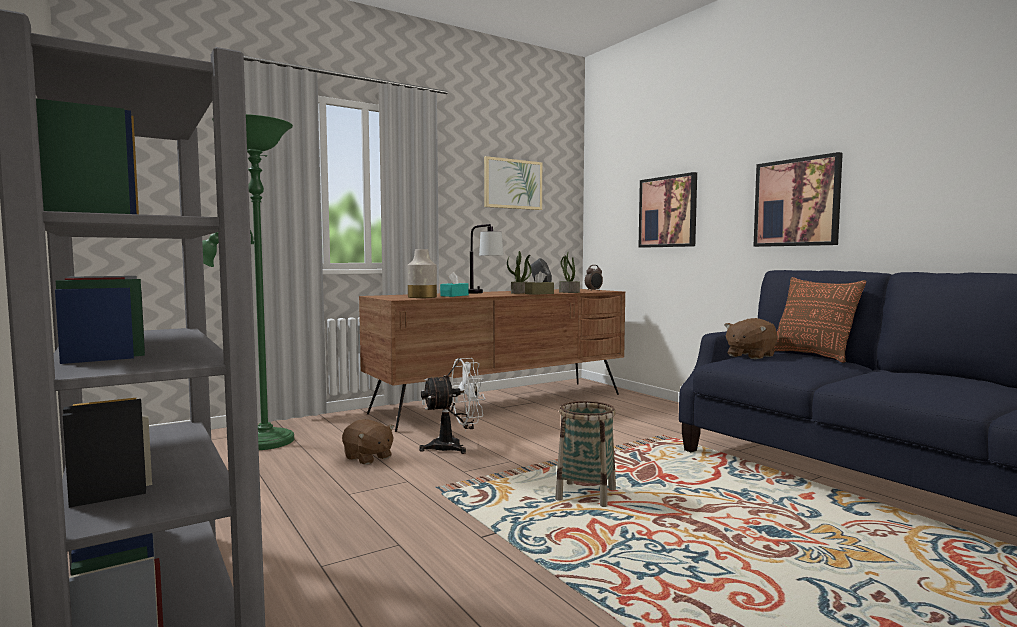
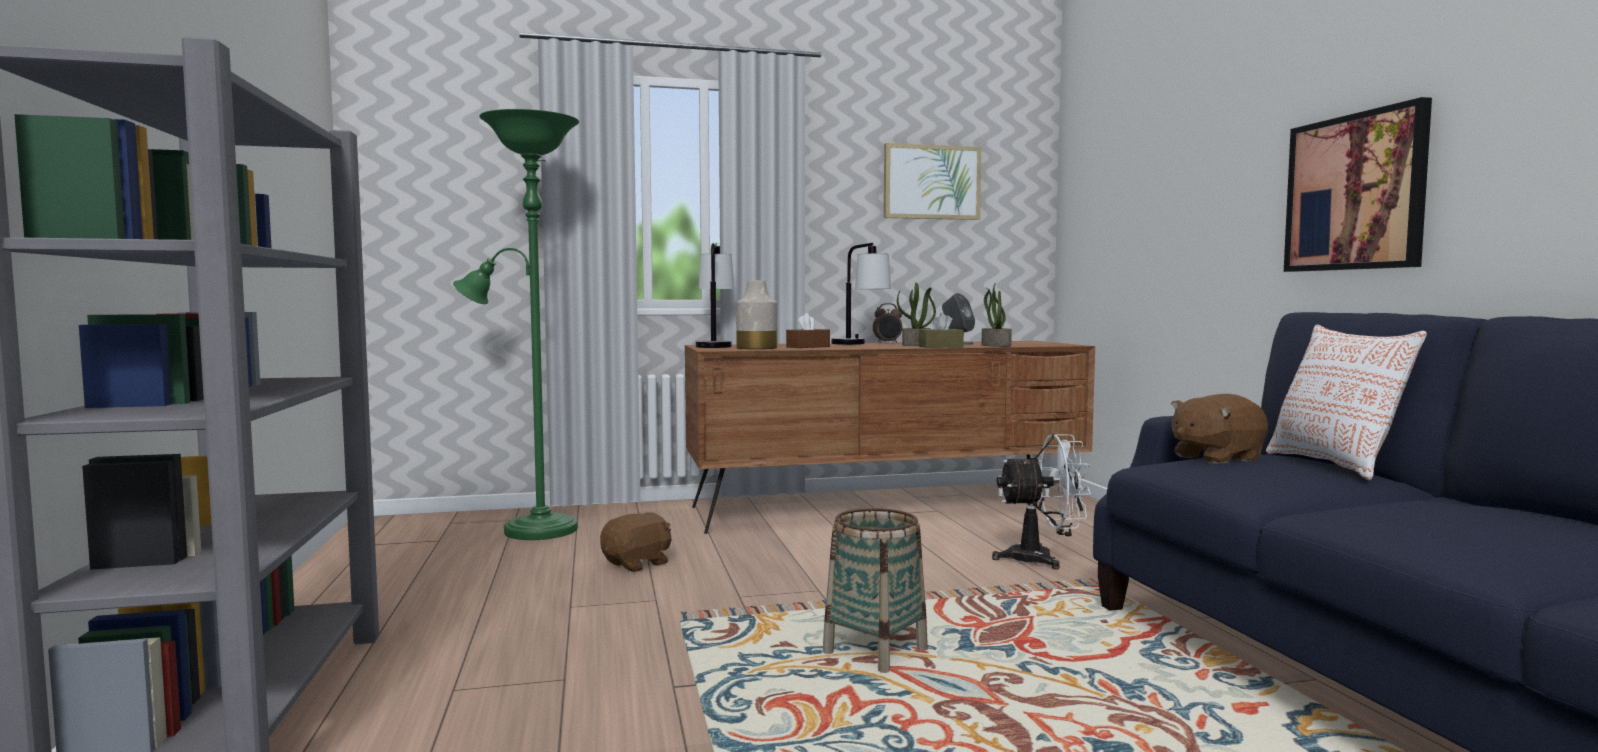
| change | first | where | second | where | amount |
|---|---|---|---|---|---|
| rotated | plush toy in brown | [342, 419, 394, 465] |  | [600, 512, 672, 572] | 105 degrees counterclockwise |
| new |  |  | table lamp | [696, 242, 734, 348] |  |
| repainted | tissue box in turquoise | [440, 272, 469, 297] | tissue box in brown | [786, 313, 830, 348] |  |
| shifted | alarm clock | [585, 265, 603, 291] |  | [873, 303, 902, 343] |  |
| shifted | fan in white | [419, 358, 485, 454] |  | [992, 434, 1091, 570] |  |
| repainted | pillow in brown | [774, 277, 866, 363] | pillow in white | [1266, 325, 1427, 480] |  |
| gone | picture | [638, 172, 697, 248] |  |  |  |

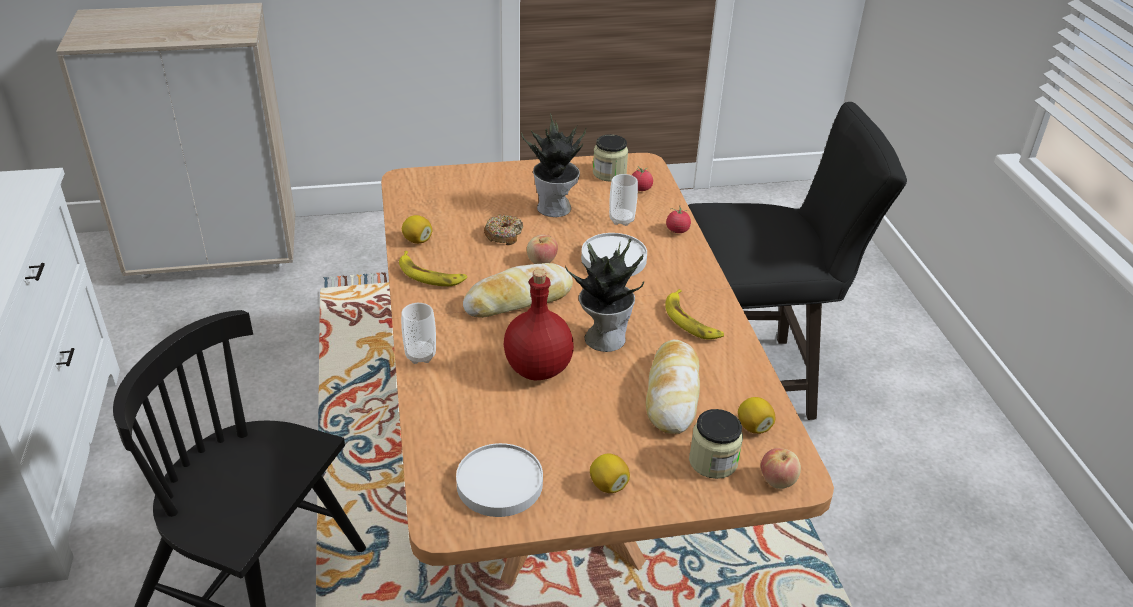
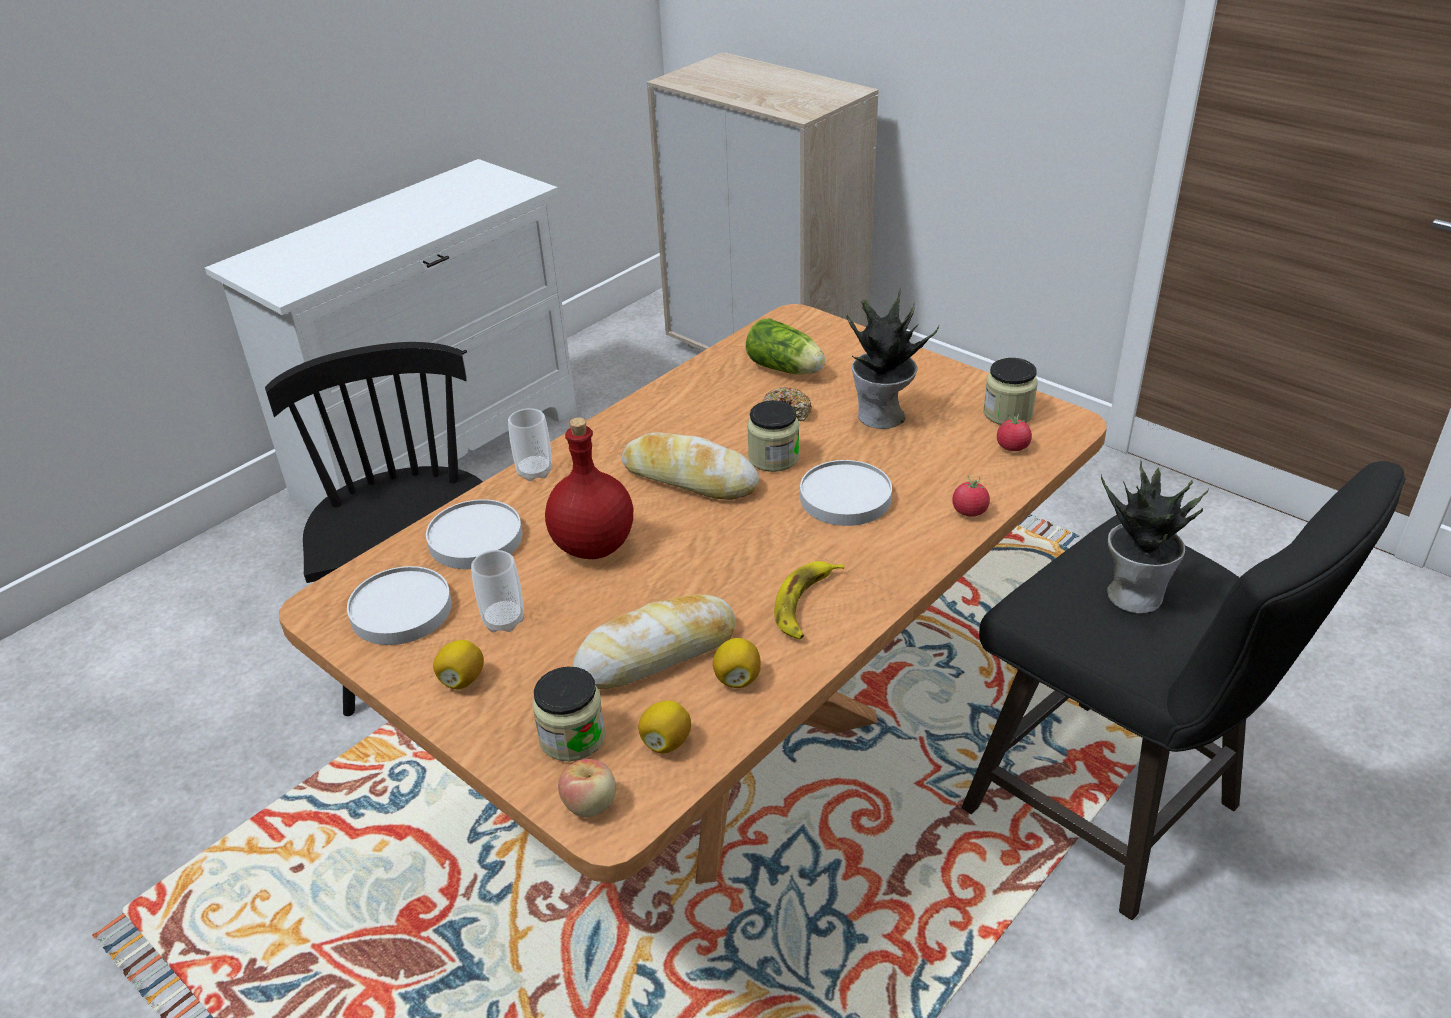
| change | first | where | second | where | amount |
|---|---|---|---|---|---|
| new |  |  | plate in white | [426, 499, 523, 569] |  |
| shifted | cup | [609, 174, 638, 226] |  | [471, 550, 524, 632] |  |
| shifted | lemon | [402, 215, 432, 244] |  | [713, 638, 761, 688] |  |
| new |  |  | lettuce | [746, 319, 825, 374] |  |
| swapped | apple | [527, 234, 558, 264] | jar | [747, 400, 799, 472] |  |
| shifted | potted plant | [565, 239, 644, 352] |  | [1101, 461, 1209, 613] |  |
| gone | banana | [399, 251, 467, 286] |  |  |  |

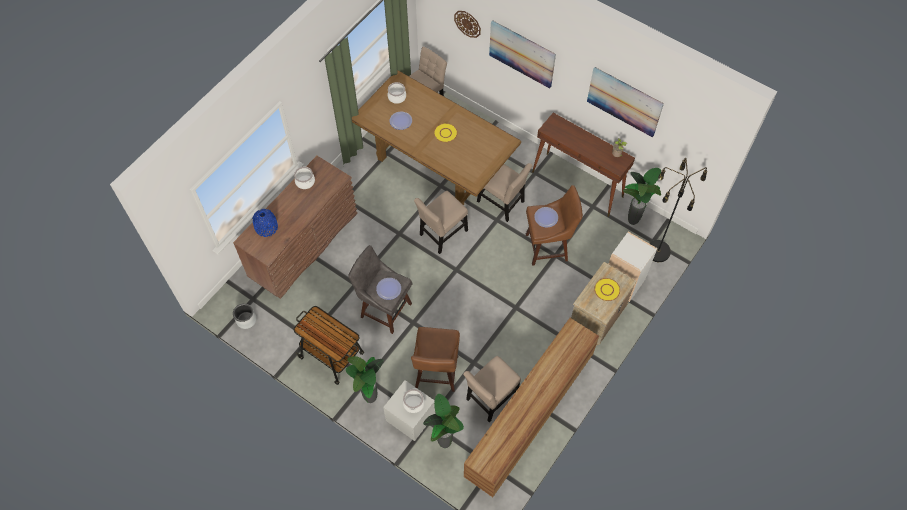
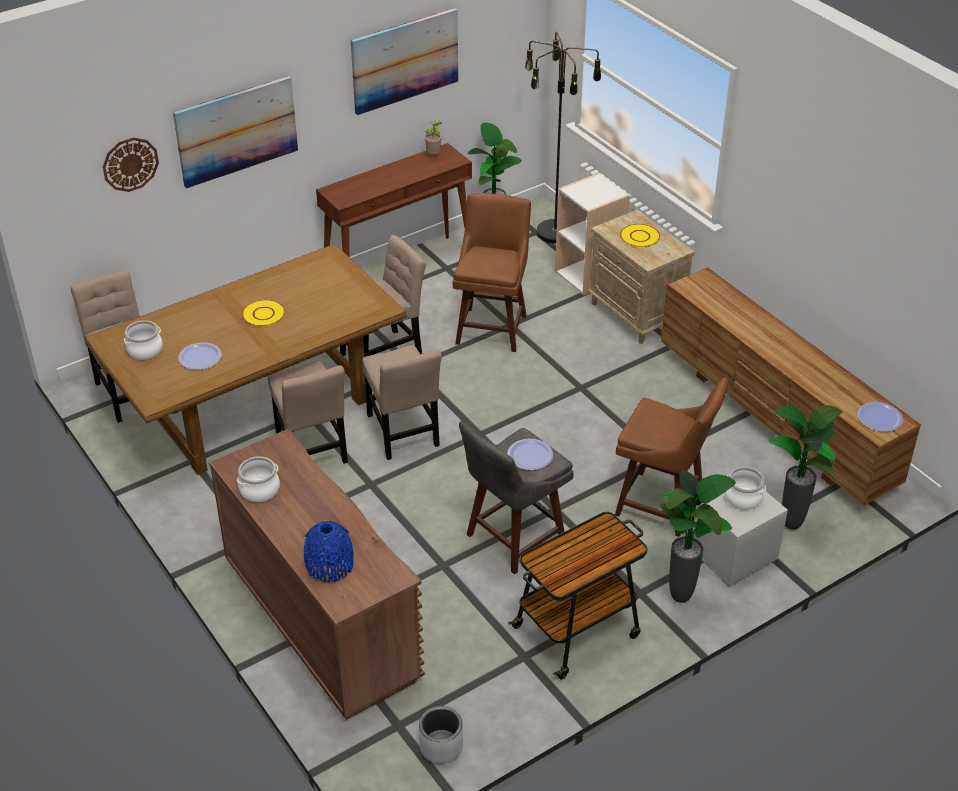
| change | first | where | second | where | amount |
|---|---|---|---|---|---|
| shifted | chair in beige | [463, 356, 521, 422] |  | [268, 361, 348, 464] |  |
| shifted | plate | [534, 207, 558, 228] |  | [858, 402, 903, 432] |  |

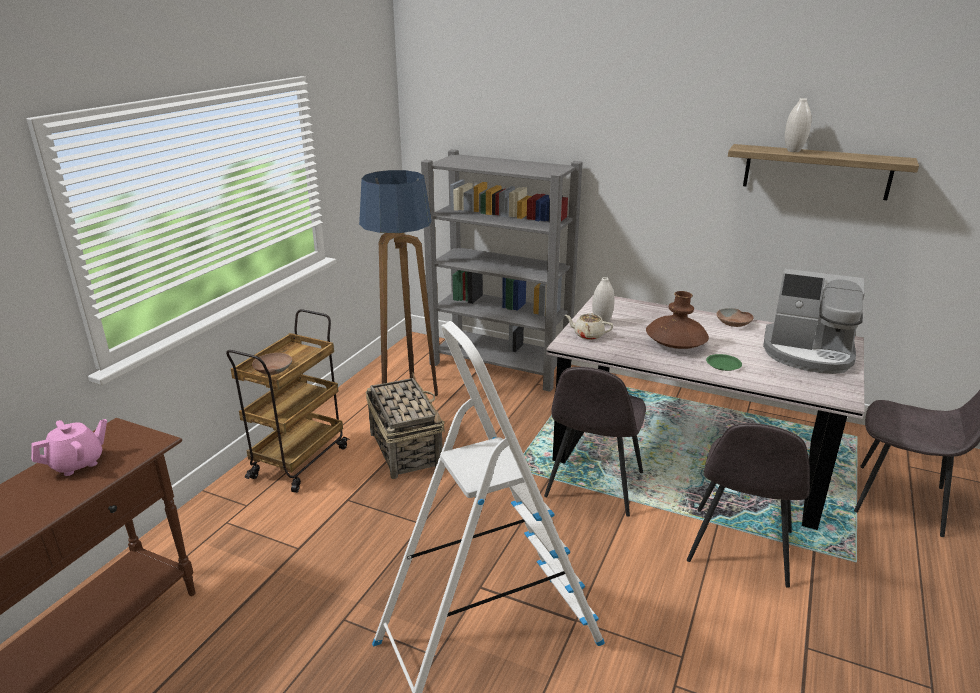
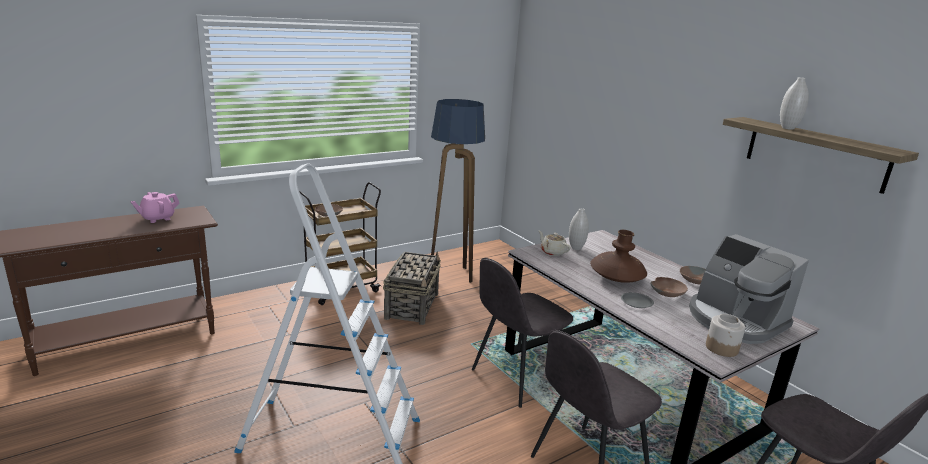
| change | first | where | second | where | amount |
|---|---|---|---|---|---|
| rotated | teapot in pink | [31, 419, 107, 476] |  | [131, 192, 180, 223] | 150 degrees clockwise |
| repainted | plate in green | [706, 354, 742, 371] | plate in grey | [621, 292, 654, 308] |  |
| new |  |  | bowl in brown | [650, 277, 688, 297] |  |
| new |  |  | jar | [706, 314, 745, 357] |  |
| gone | bookcase in grey | [421, 149, 582, 392] |  |  |  |

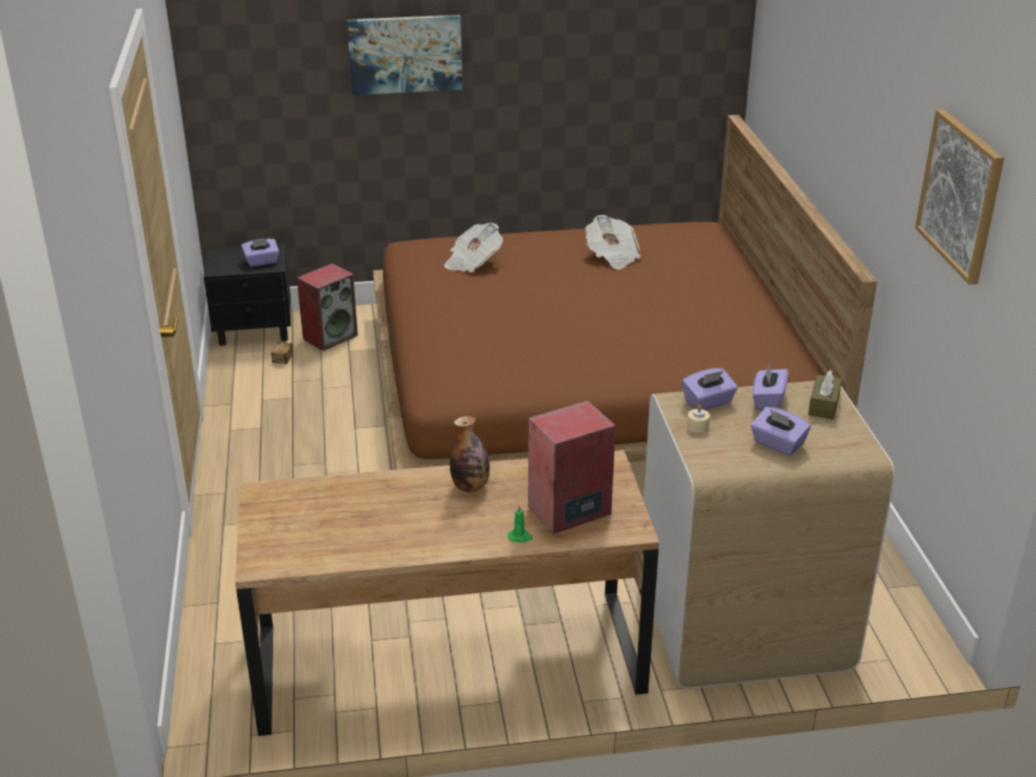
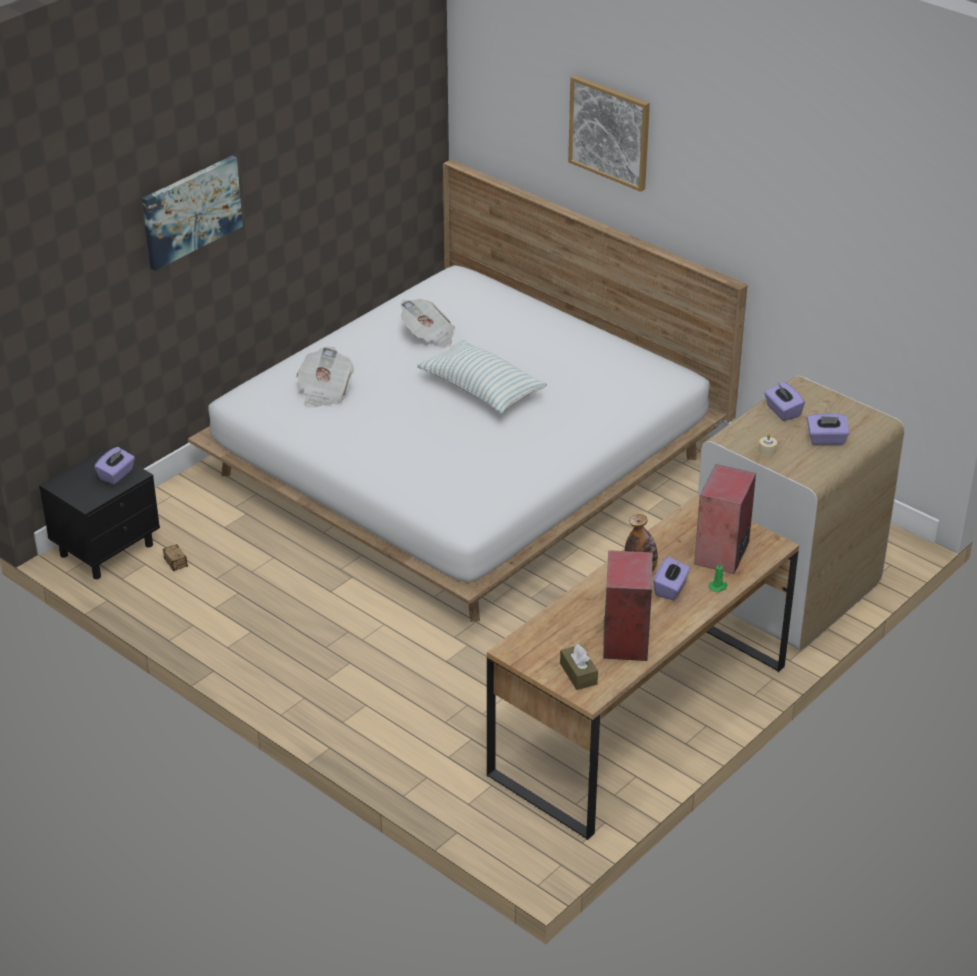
| change | first | where | second | where | amount |
|---|---|---|---|---|---|
| repainted | bed in brown | [373, 115, 877, 470] | bed in white | [188, 159, 747, 622] |  |
| new |  |  | pillow | [417, 339, 547, 414] |  |
| shifted | tissue box in brown | [808, 370, 842, 419] |  | [560, 644, 598, 690] |  |
| shifted | picture | [915, 109, 1004, 285] |  | [568, 75, 650, 192] |  |
| shifted | speaker | [297, 264, 358, 351] |  | [603, 550, 653, 661] |  |
| shifted | tissue box in purple | [682, 368, 738, 410] |  | [653, 557, 690, 600] |  |

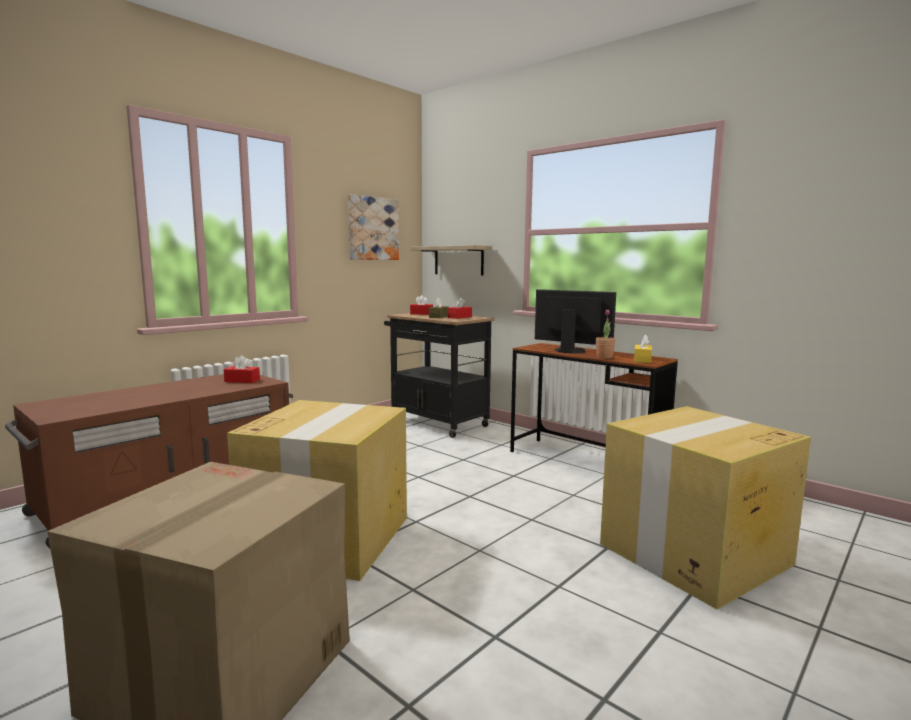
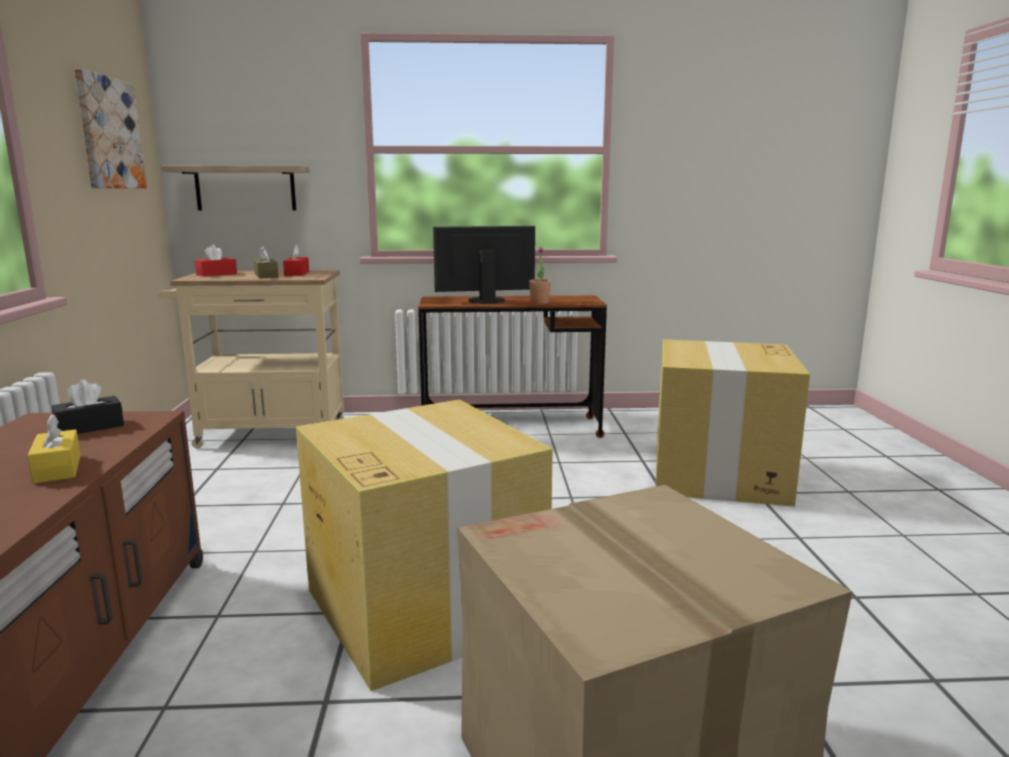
| change | first | where | second | where | amount |
|---|---|---|---|---|---|
| shifted | tissue box in yellow | [634, 335, 652, 363] |  | [27, 414, 81, 484] |  |
| repainted | tissue box in red | [224, 355, 260, 383] | tissue box in black | [52, 380, 124, 434] |  |
| repainted | cart in black | [384, 313, 495, 438] | cart in beige | [159, 270, 344, 449] |  |

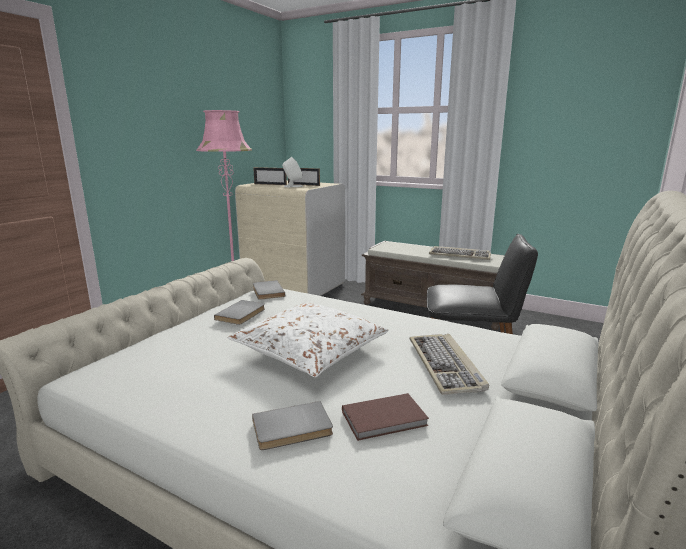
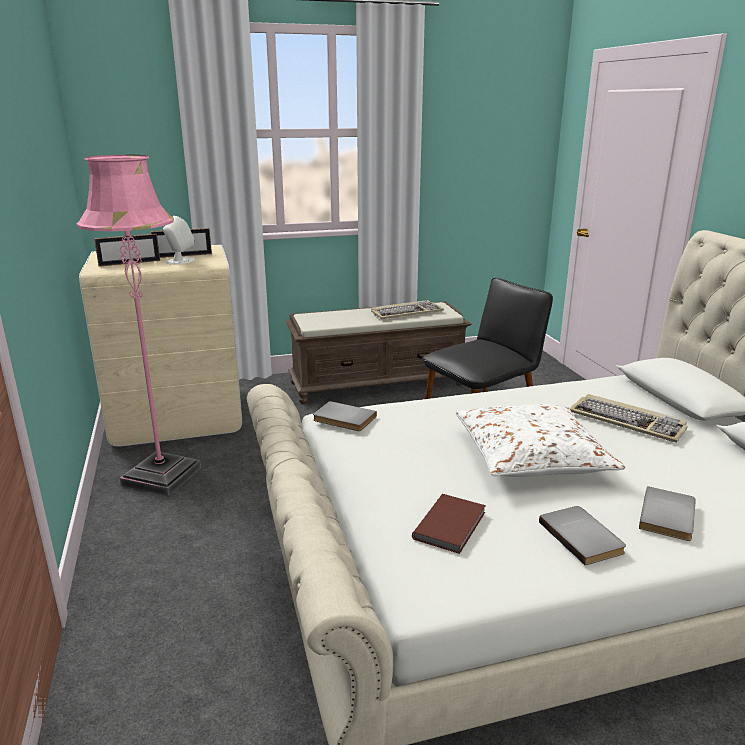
| change | first | where | second | where | amount |
|---|---|---|---|---|---|
| shifted | book in brown | [342, 393, 429, 441] |  | [412, 494, 486, 554] |  |
| shifted | book in grey | [214, 300, 265, 325] |  | [539, 506, 626, 566] |  |

